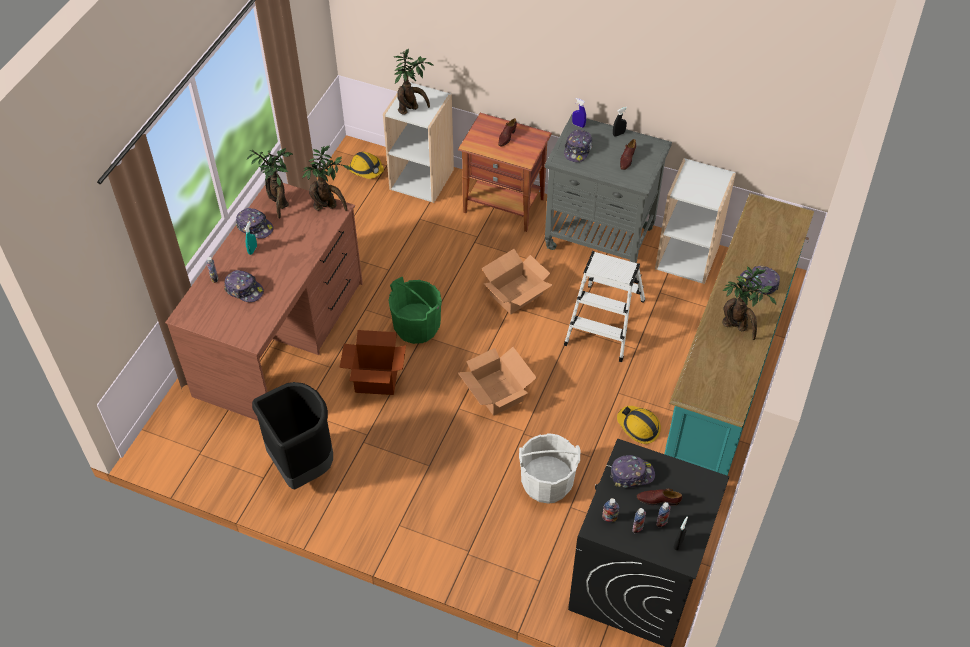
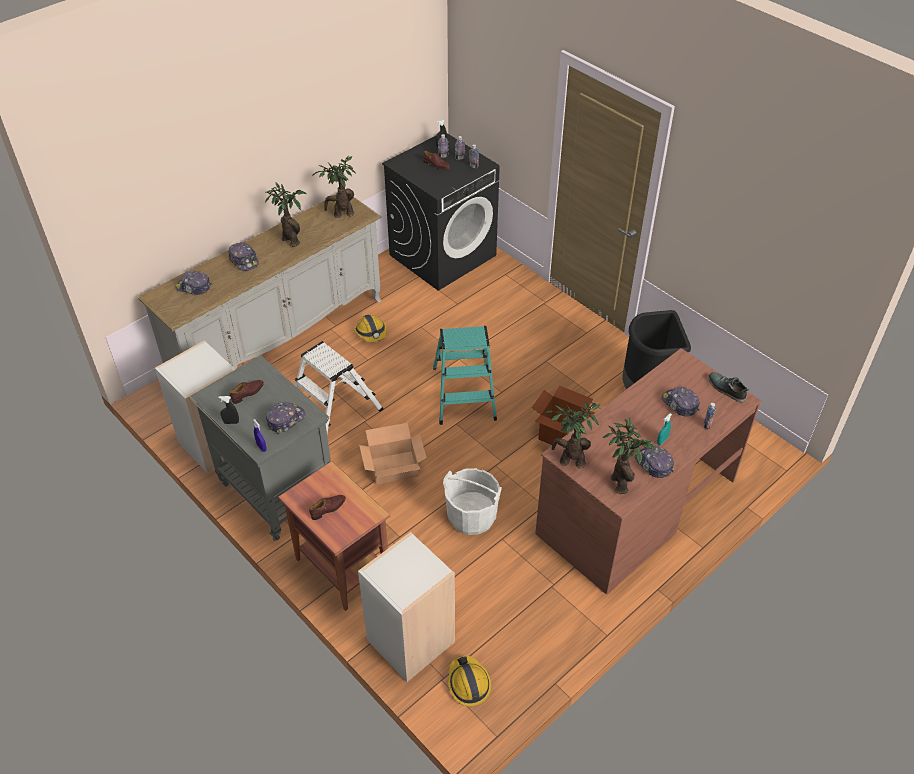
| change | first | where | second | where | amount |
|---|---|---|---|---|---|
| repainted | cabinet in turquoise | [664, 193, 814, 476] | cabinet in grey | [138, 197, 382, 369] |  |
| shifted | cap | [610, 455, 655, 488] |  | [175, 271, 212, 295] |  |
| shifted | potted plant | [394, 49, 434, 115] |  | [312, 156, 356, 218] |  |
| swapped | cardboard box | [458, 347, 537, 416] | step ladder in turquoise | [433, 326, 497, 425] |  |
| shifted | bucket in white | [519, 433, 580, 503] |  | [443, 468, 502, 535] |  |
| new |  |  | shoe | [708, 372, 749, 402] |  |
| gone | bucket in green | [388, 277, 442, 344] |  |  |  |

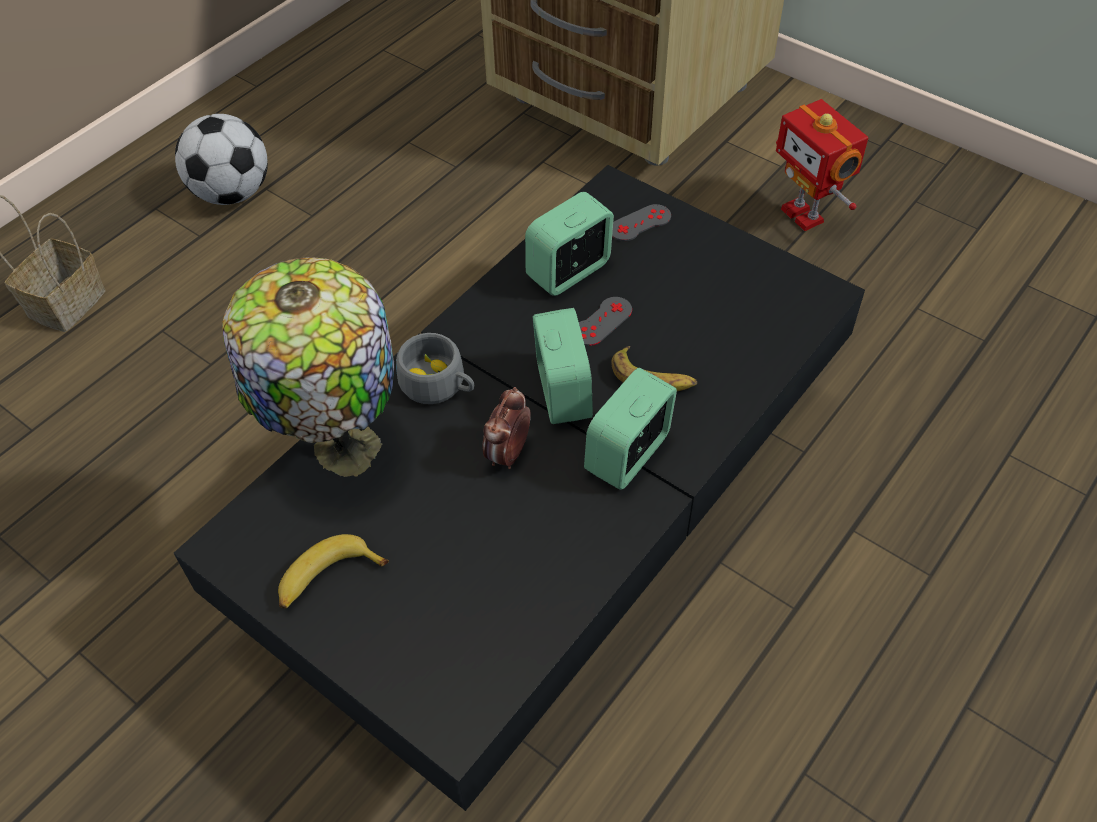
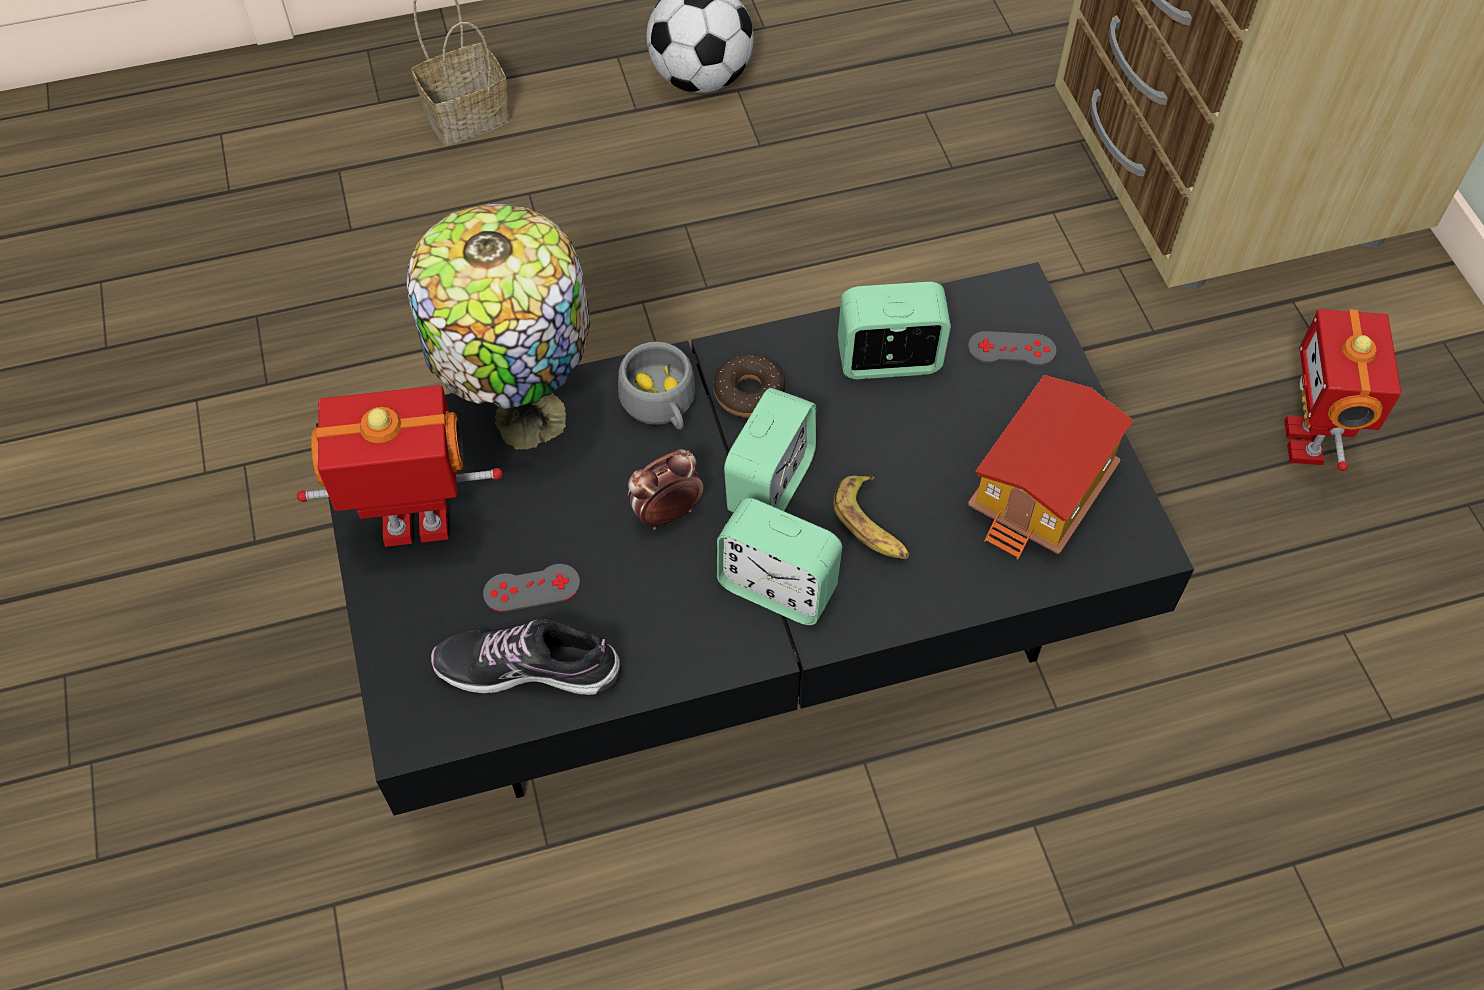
| change | first | where | second | where | amount |
|---|---|---|---|---|---|
| swapped | banana | [278, 534, 389, 609] | toy robot | [297, 385, 503, 547] |  |
| new |  |  | shoe | [431, 620, 621, 695] |  |
| shifted | game controller in grey | [579, 297, 632, 346] |  | [483, 564, 580, 612] |  |
| new |  |  | donut | [713, 354, 785, 418] |  |
| rotated | alarm clock | [584, 368, 677, 490] |  | [717, 498, 842, 625] | 135 degrees counterclockwise |
| new |  |  | toy house | [968, 375, 1133, 559] |  |

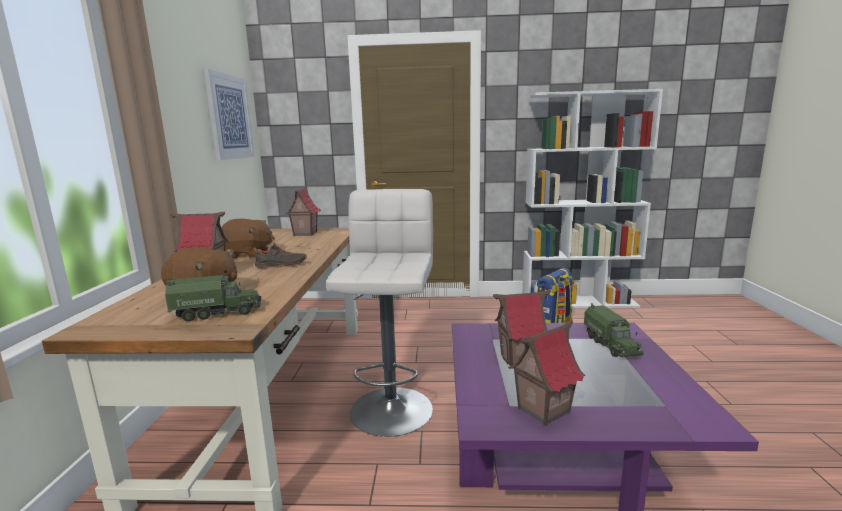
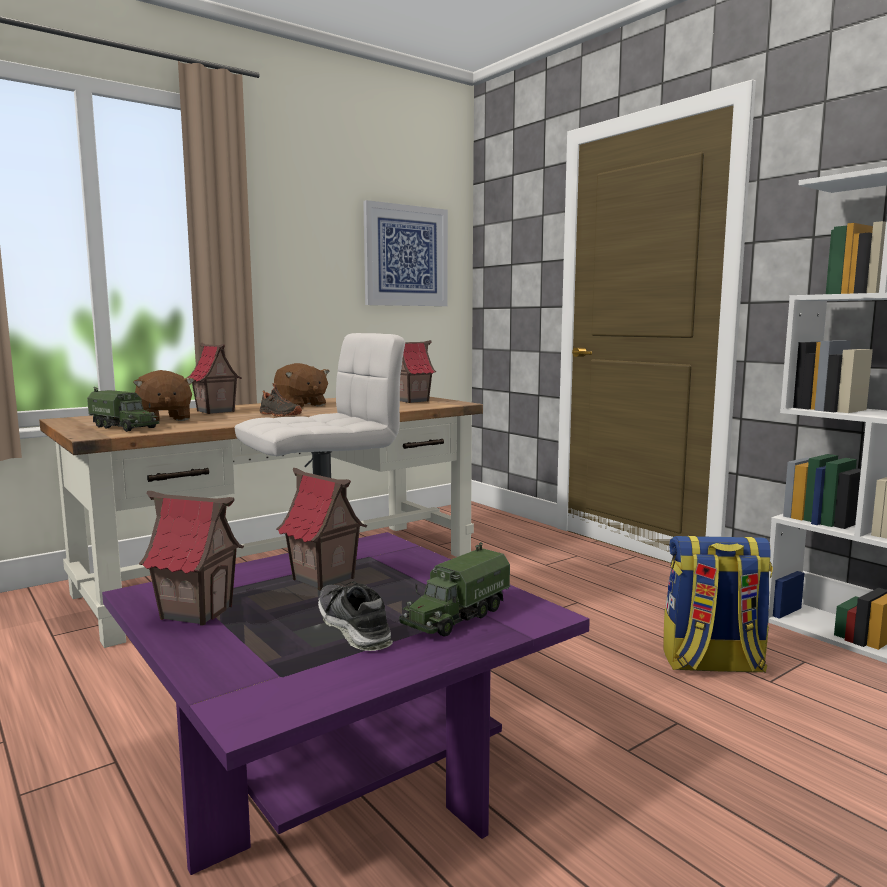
| change | first | where | second | where | amount |
|---|---|---|---|---|---|
| new |  |  | shoe | [318, 581, 393, 651] |  |

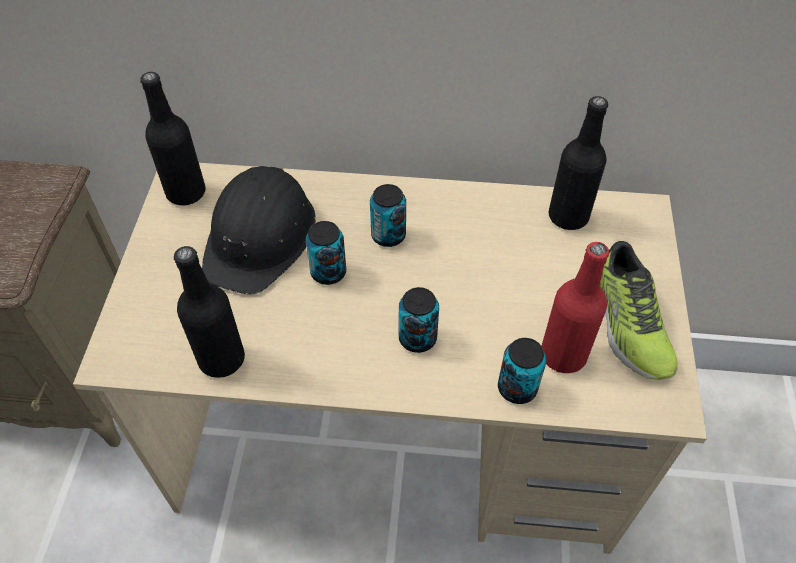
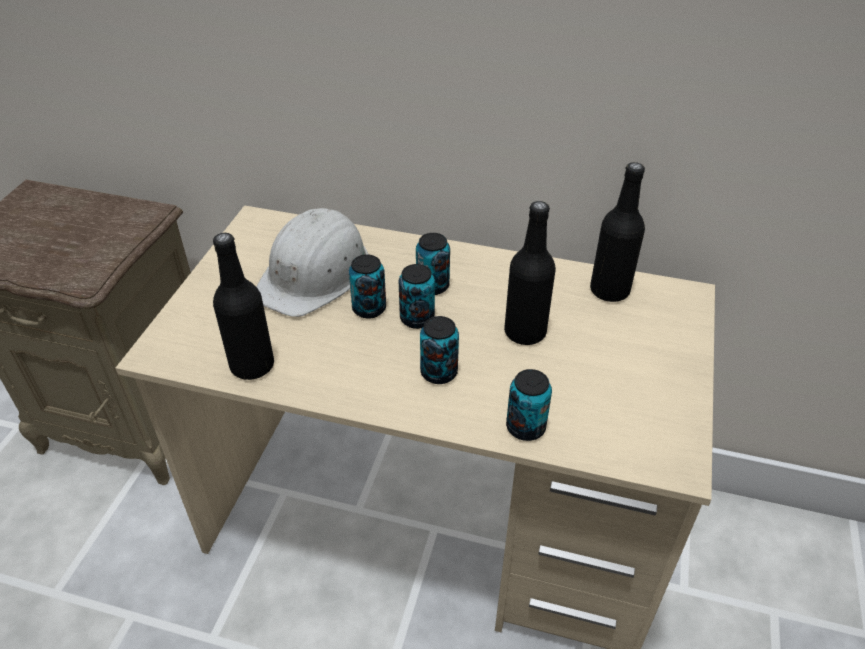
| change | first | where | second | where | amount |
|---|---|---|---|---|---|
| repainted | hard hat in black | [202, 166, 316, 294] | hard hat in white | [257, 208, 368, 317] |  |
| new |  |  | can | [398, 264, 435, 329] |  |
| shifted | bottle in black | [140, 72, 206, 205] |  | [504, 201, 556, 345] |  |
| gone | bottle in red | [542, 242, 609, 373] |  |  |  |
| gone | shoe | [600, 241, 677, 380] |  |  |  |

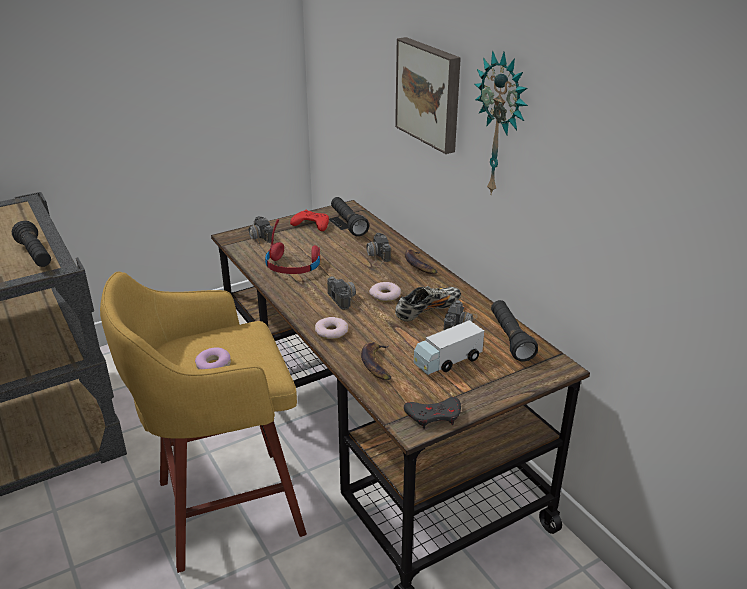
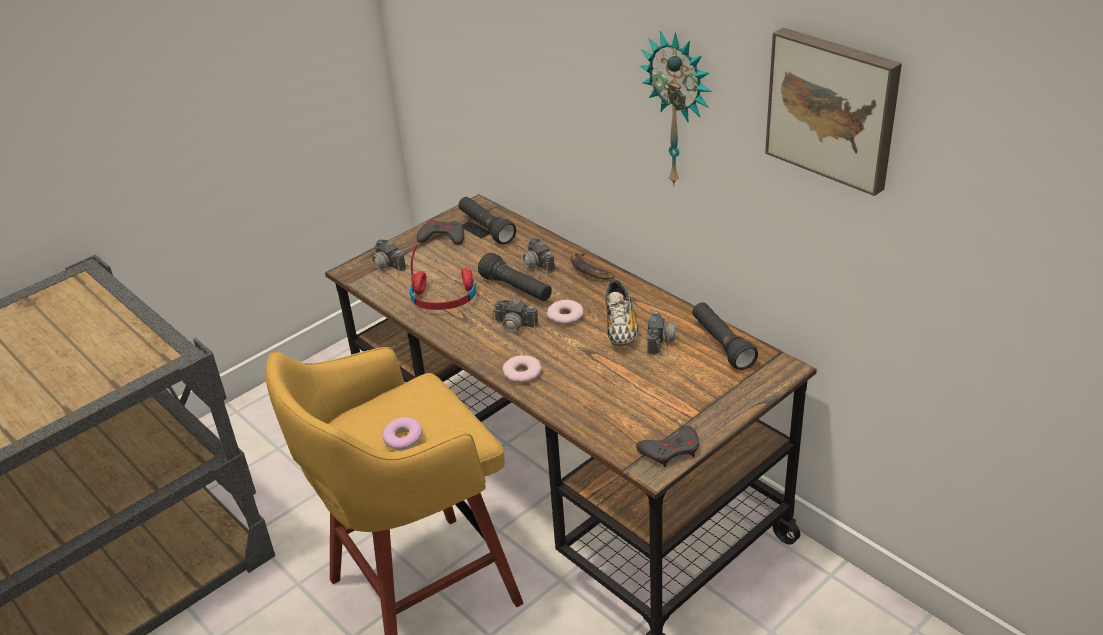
| change | first | where | second | where | amount |
|---|---|---|---|---|---|
| repainted | game controller in red | [290, 210, 329, 231] | game controller in grey | [417, 220, 464, 245] |  |
| shifted | flashlight in black | [12, 221, 51, 267] |  | [478, 253, 552, 301] |  |
| rotated | photo camera | [327, 276, 358, 310] |  | [491, 300, 542, 339] | 150 degrees clockwise |
| rotated | shoe | [395, 286, 461, 322] |  | [605, 280, 638, 346] | 135 degrees clockwise |
| shifted | picture | [395, 37, 461, 154] |  | [765, 28, 902, 196] |  |
| gone | banana | [361, 342, 391, 380] |  |  |  |
| gone | toy truck | [414, 320, 484, 375] |  |  |  |

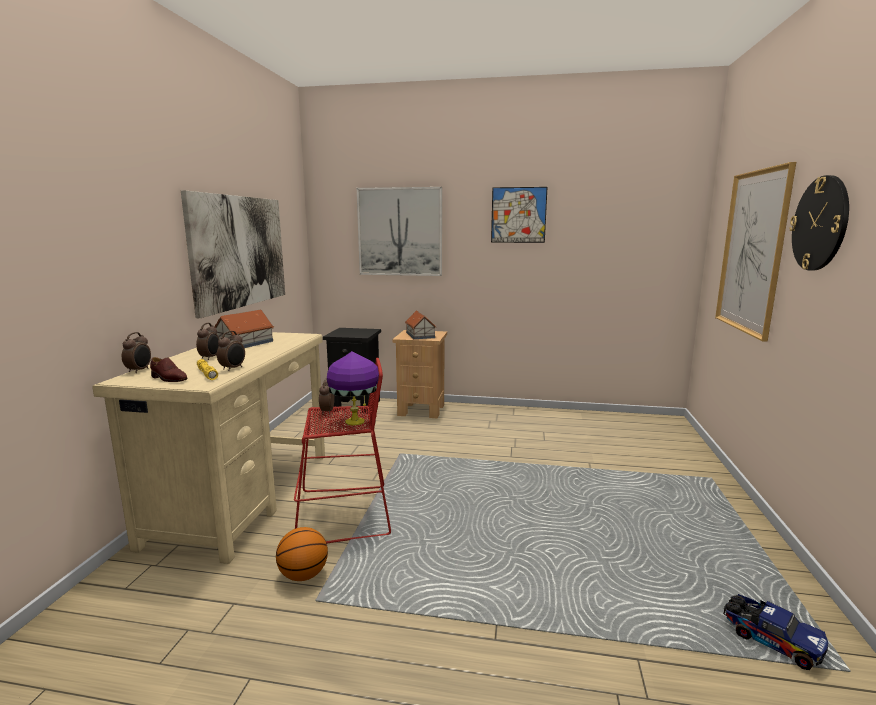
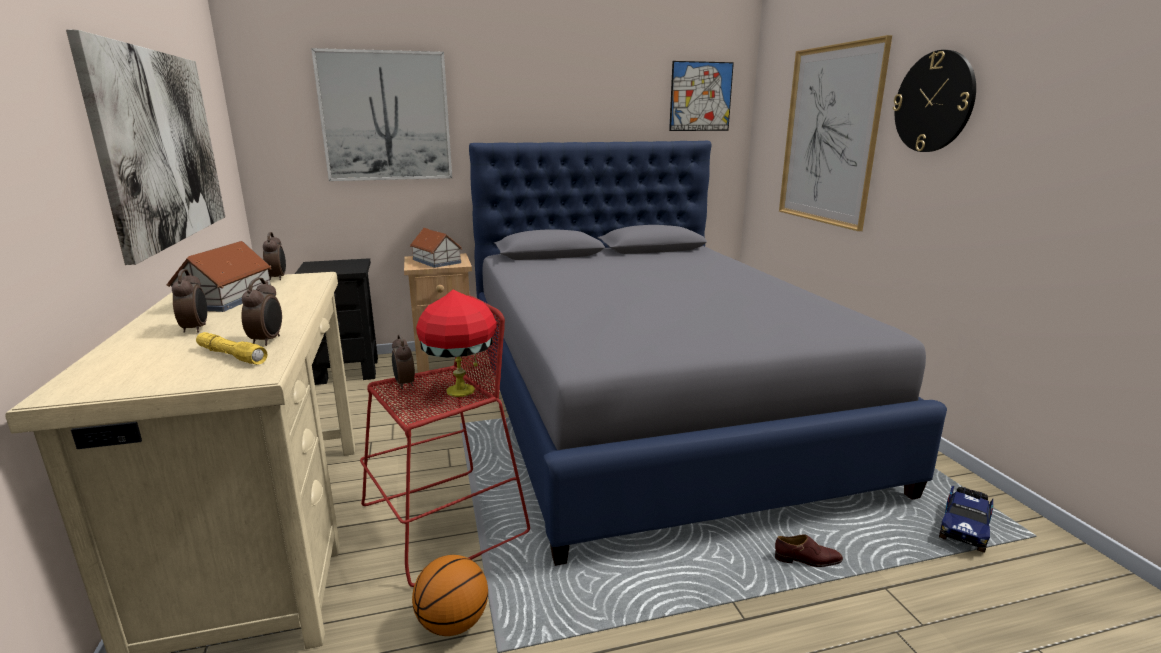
| change | first | where | second | where | amount |
|---|---|---|---|---|---|
| shifted | alarm clock | [122, 332, 151, 373] |  | [263, 232, 286, 280] |  |
| repainted | table lamp in purple | [327, 351, 379, 426] | table lamp in red | [416, 290, 496, 397] |  |
| new |  |  | bed in grey | [469, 141, 947, 566] |  |
| shifted | picture | [491, 187, 547, 243] |  | [669, 61, 734, 131] |  |
| shifted | shoe in brown | [150, 357, 187, 382] |  | [775, 534, 843, 567] |  |
| rotated | toy truck | [723, 594, 828, 670] |  | [939, 486, 993, 552] | 105 degrees clockwise |

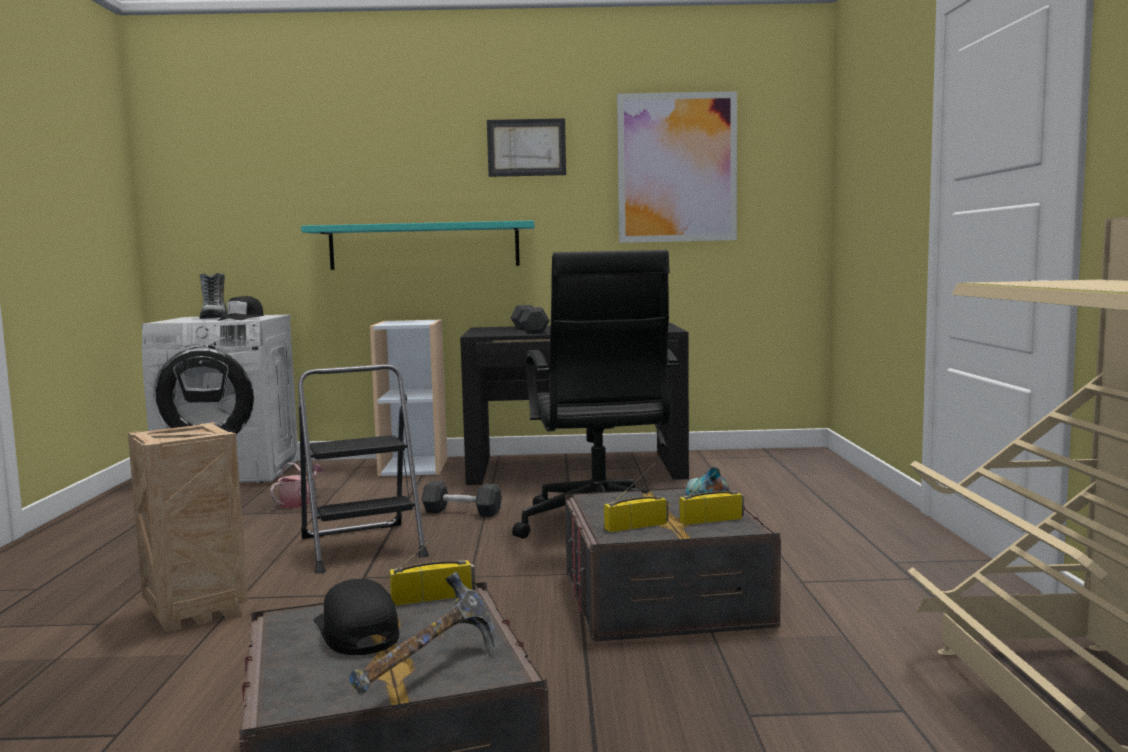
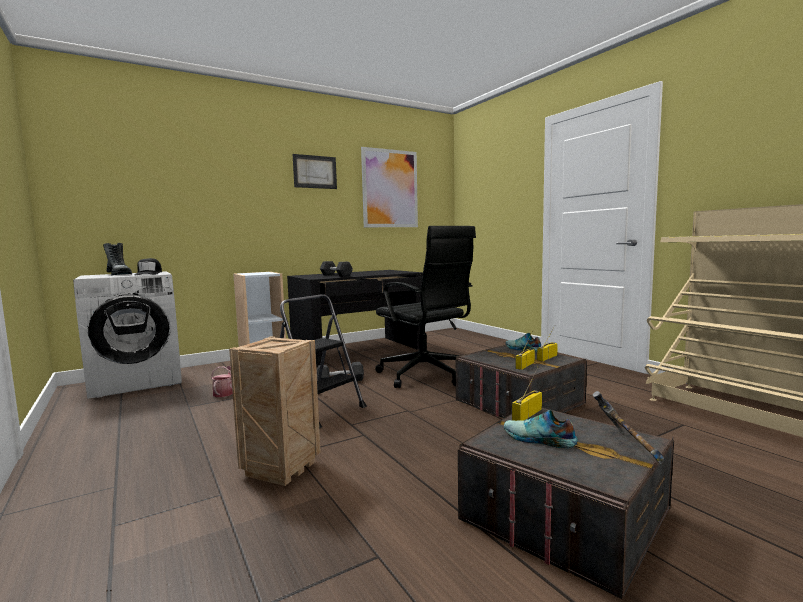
| change | first | where | second | where | amount |
|---|---|---|---|---|---|
| swapped | cap in black | [313, 579, 399, 655] | shoe | [504, 410, 578, 448] |  |
| gone | shelf in turquoise | [301, 221, 535, 270] |  |  |  |

